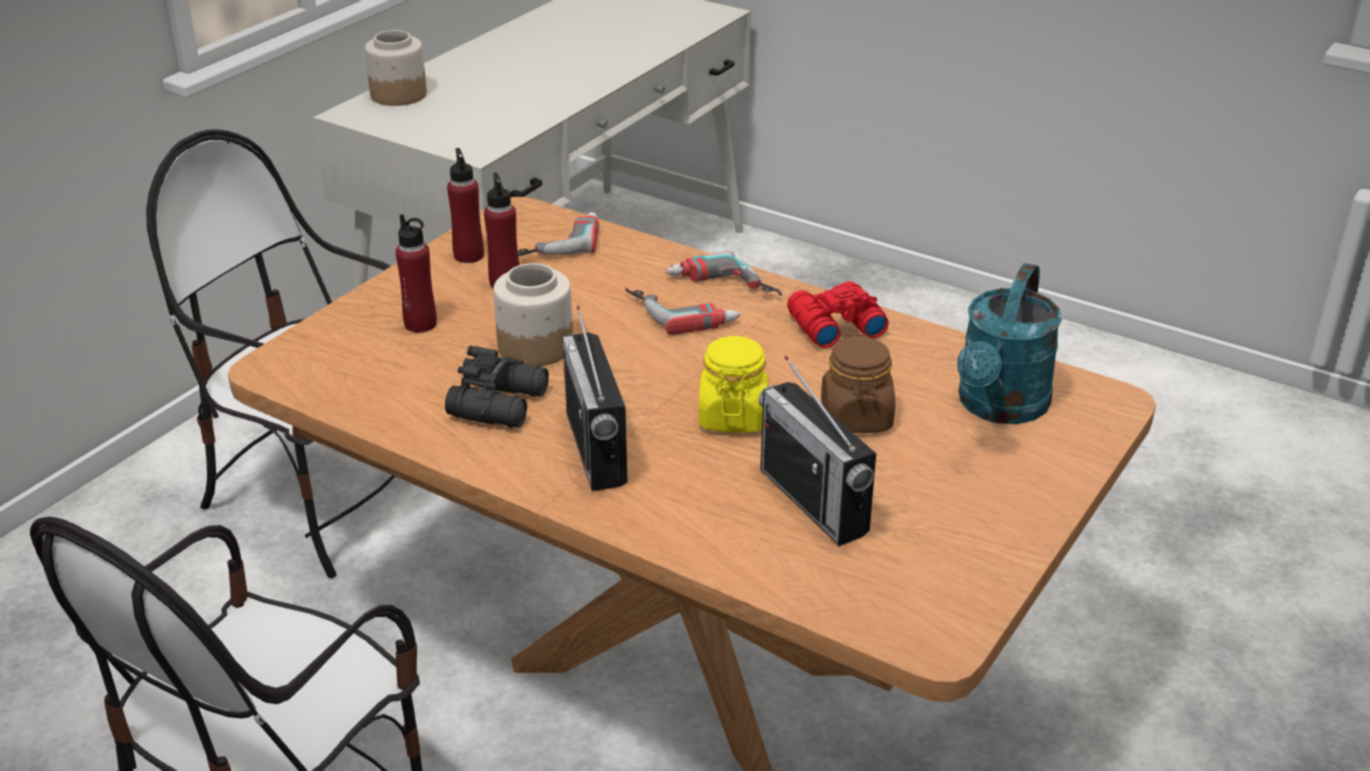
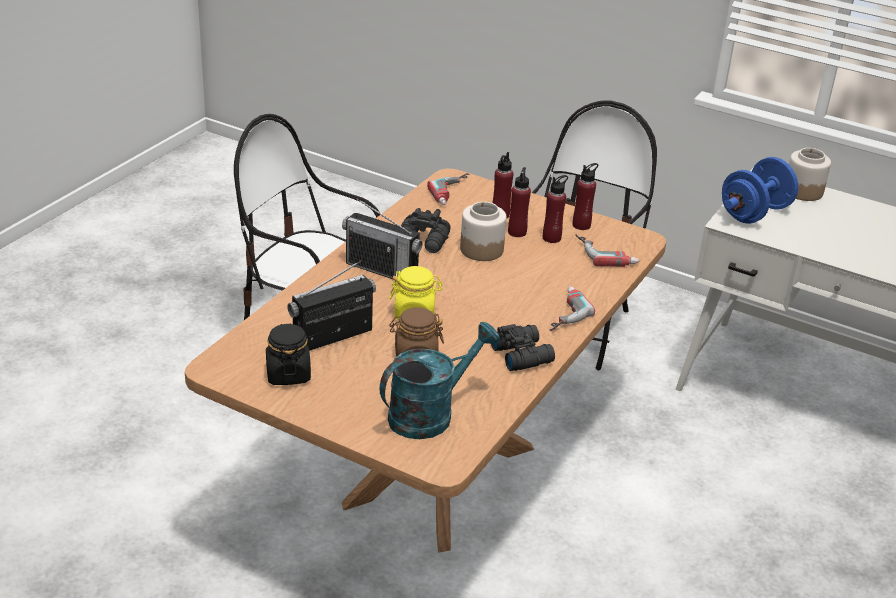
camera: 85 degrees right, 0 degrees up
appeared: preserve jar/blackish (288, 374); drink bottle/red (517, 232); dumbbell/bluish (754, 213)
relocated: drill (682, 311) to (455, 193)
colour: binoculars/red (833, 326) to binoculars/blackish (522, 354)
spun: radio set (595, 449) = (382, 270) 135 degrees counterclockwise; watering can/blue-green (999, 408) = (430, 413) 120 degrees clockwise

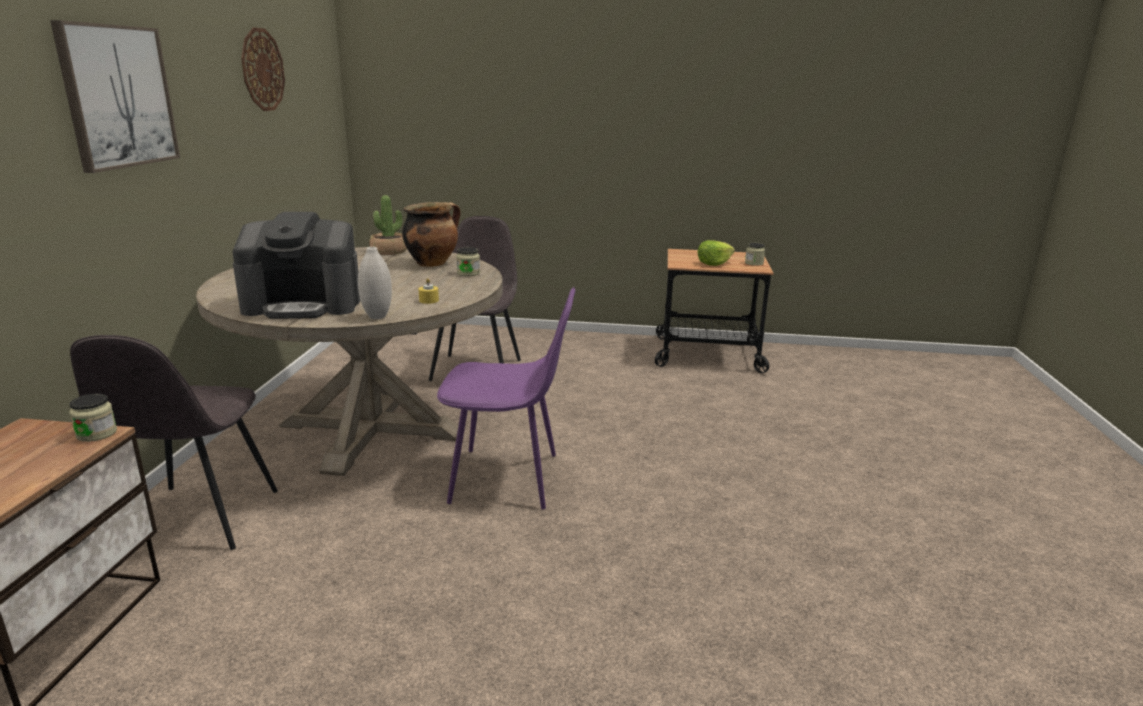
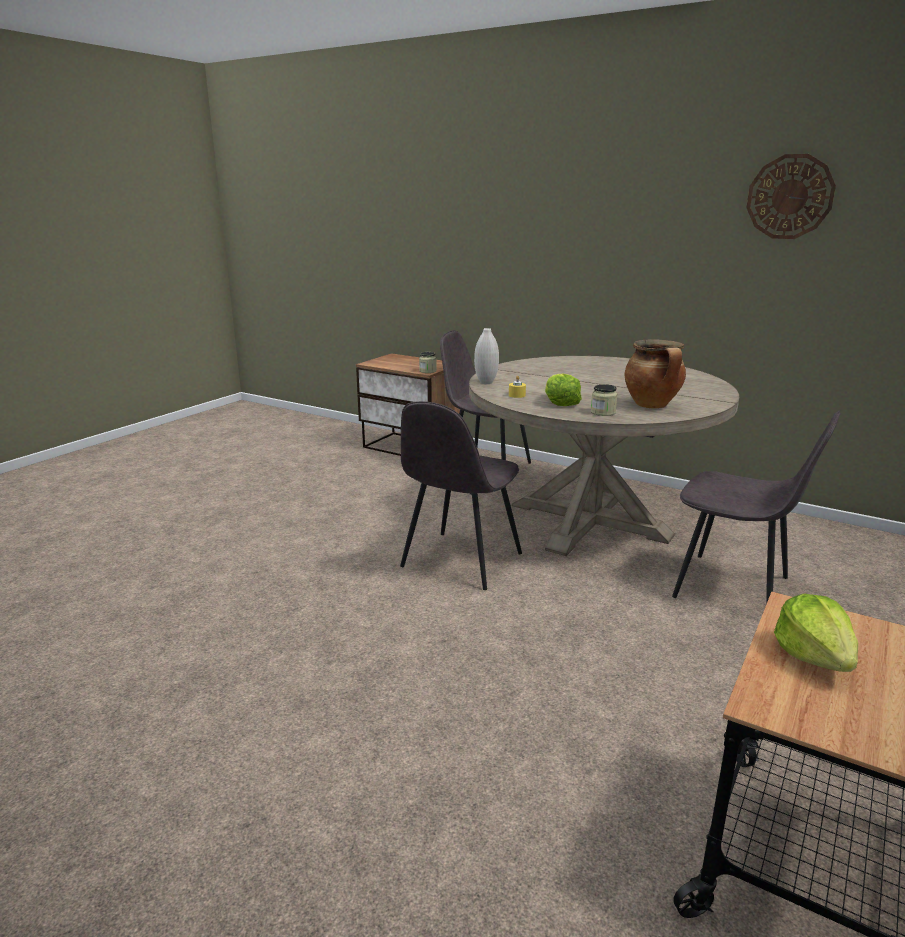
camera: 115 degrees right, 0 degrees up
missing: picture (118, 96); coffee machine (304, 304); potted plant (389, 251); preserve jar (754, 263)
appeared: lettuce head (560, 403)
colour: plain chair/purple-coloured (508, 478) to plain chair/greyish (460, 561)

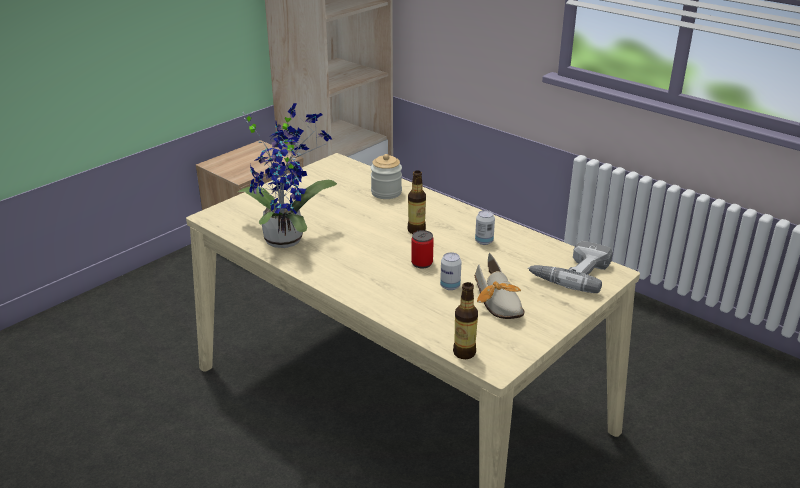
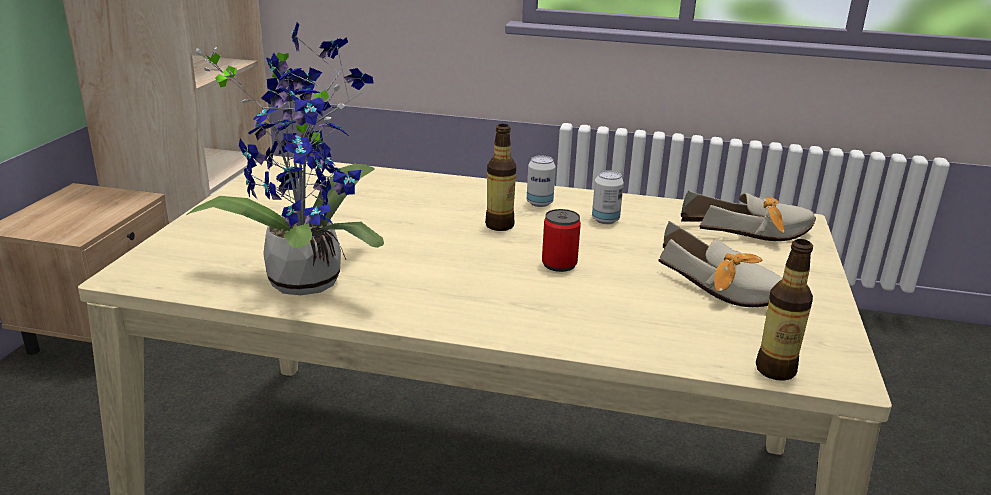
camera: 30 degrees left, 5 degrees down
missing: preserve jar (386, 192)
relocated: sealed can (450, 286) to (539, 203)
exchanged: drill (571, 273) to low shoe (755, 232)

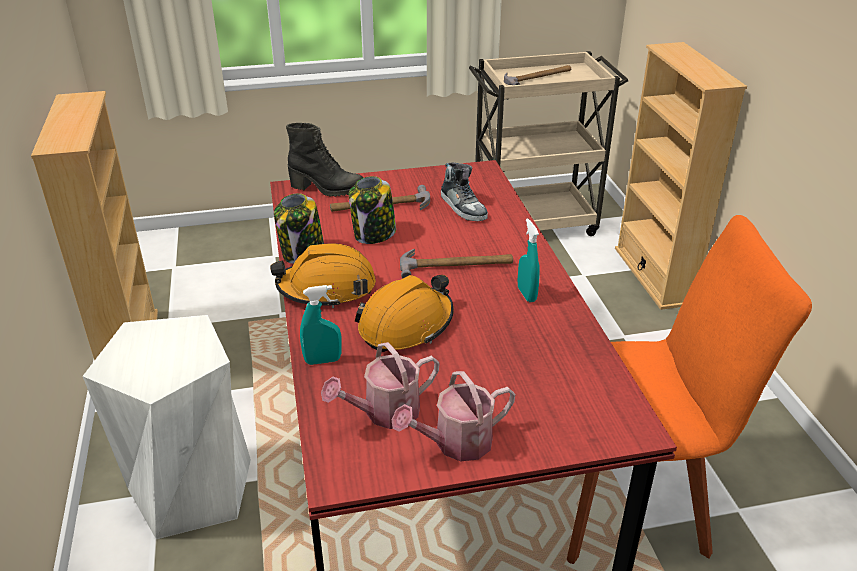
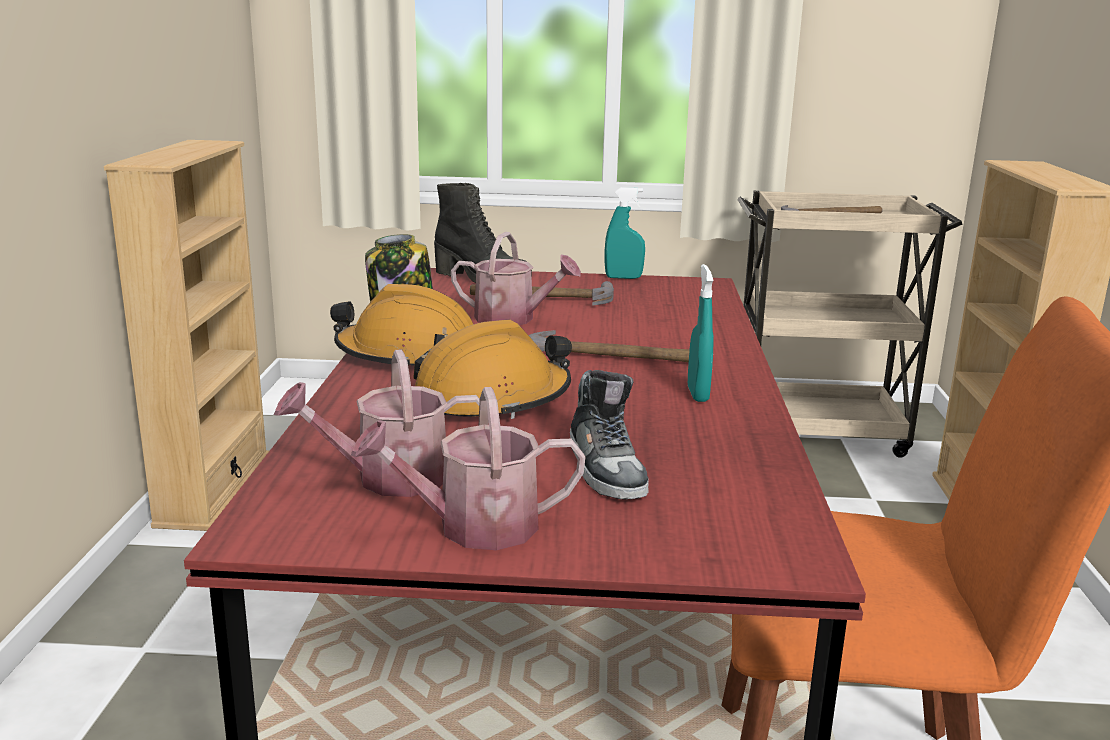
camera: 15 degrees right, 15 degrees down
missing: sitting stool/whitish (192, 489)
relocated: low shoe (463, 207) to (606, 469); hand sprayer/blue-green (323, 360) to (623, 277)
exchanged: preserve jar (374, 234) to watering can (512, 319)

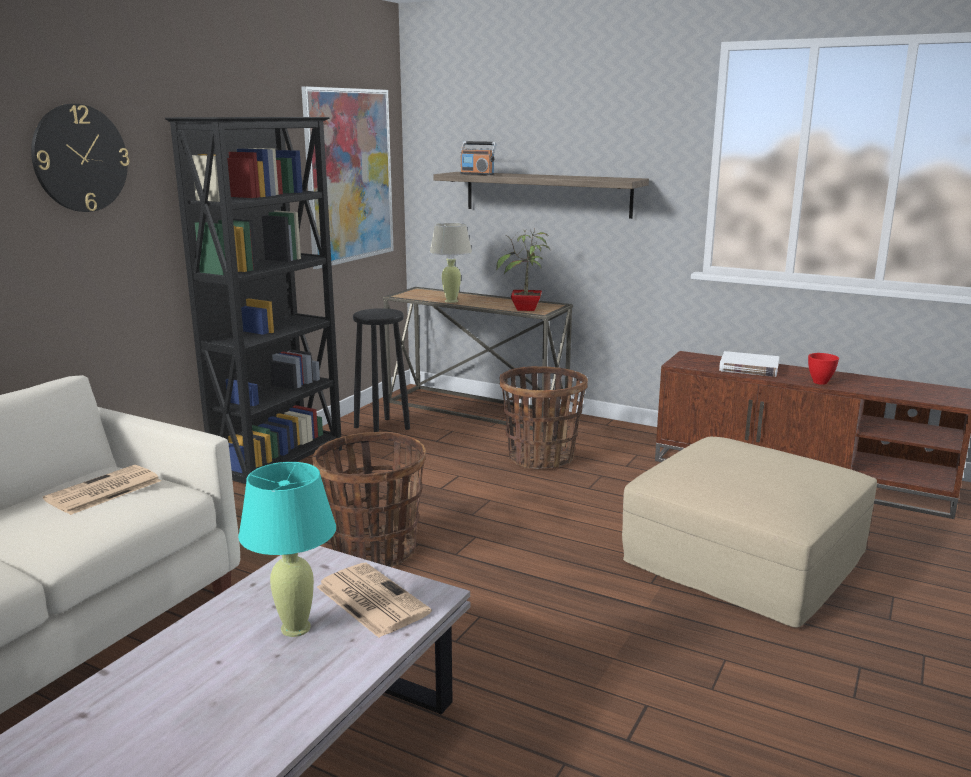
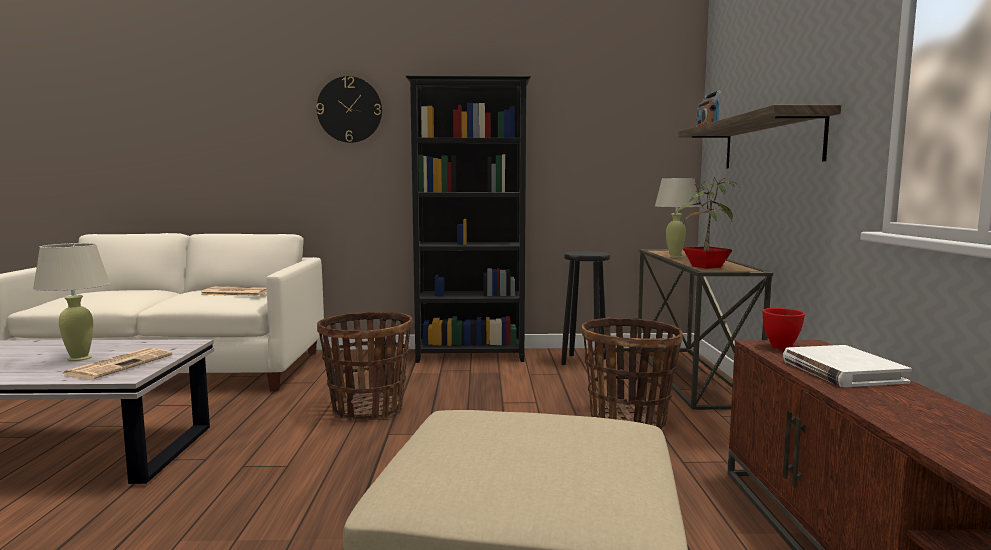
camera: 60 degrees right, 10 degrees down
missing: picture (349, 176)
relocated: deep dish/red (820, 382) to (780, 347)
colour: lamp for a table/blue-green (295, 628) to lamp for a table/sand-coloured (79, 358)

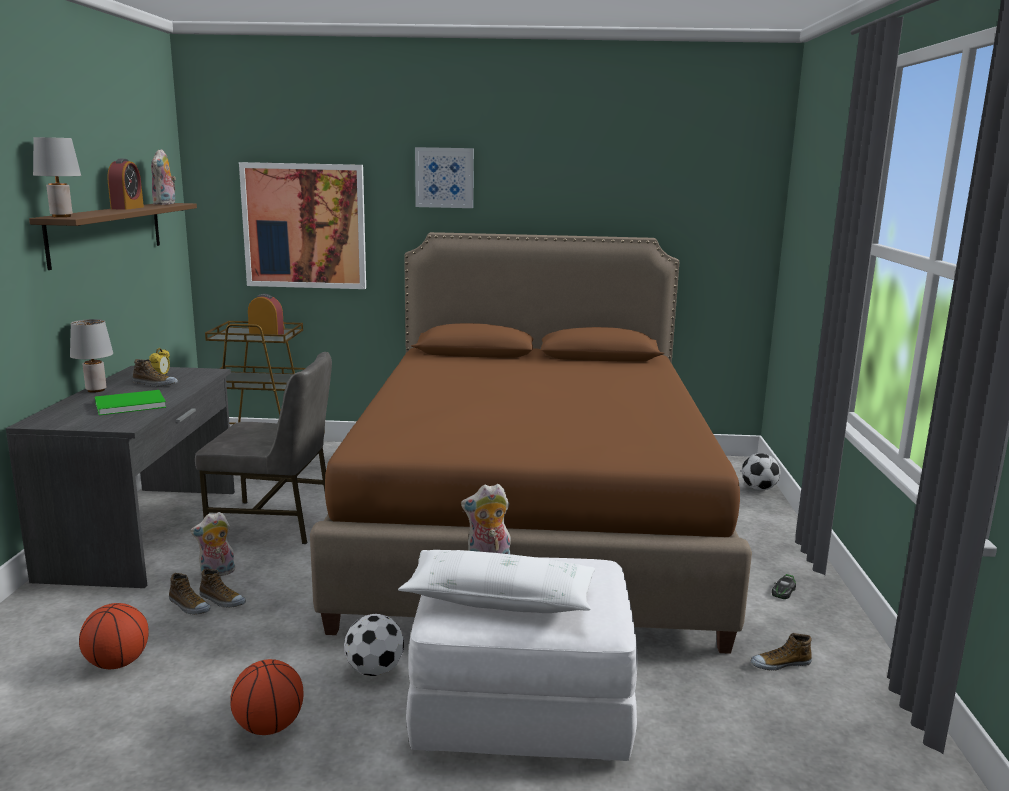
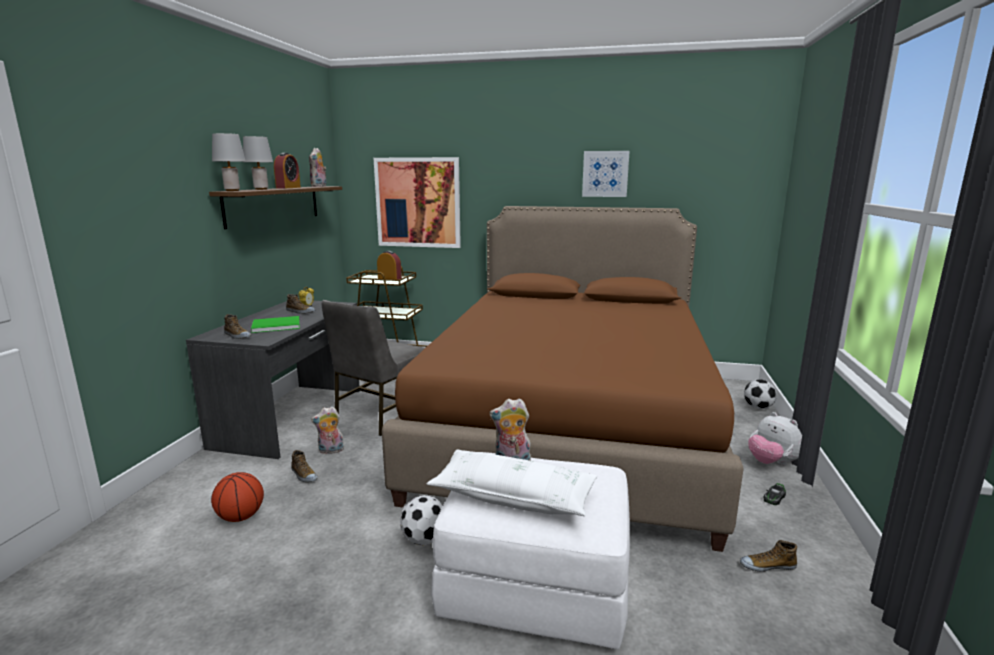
camera: 10 degrees right, 0 degrees up
missing: basketball ball (269, 726)
appeared: soft toy (772, 463)
relocated: low shoe (222, 600) to (237, 336); lamp for a table/greyish (95, 390) to (260, 189); picture (444, 177) to (605, 174)
spun: plain chair/greyish (274, 523) = (381, 415) 105 degrees clockwise

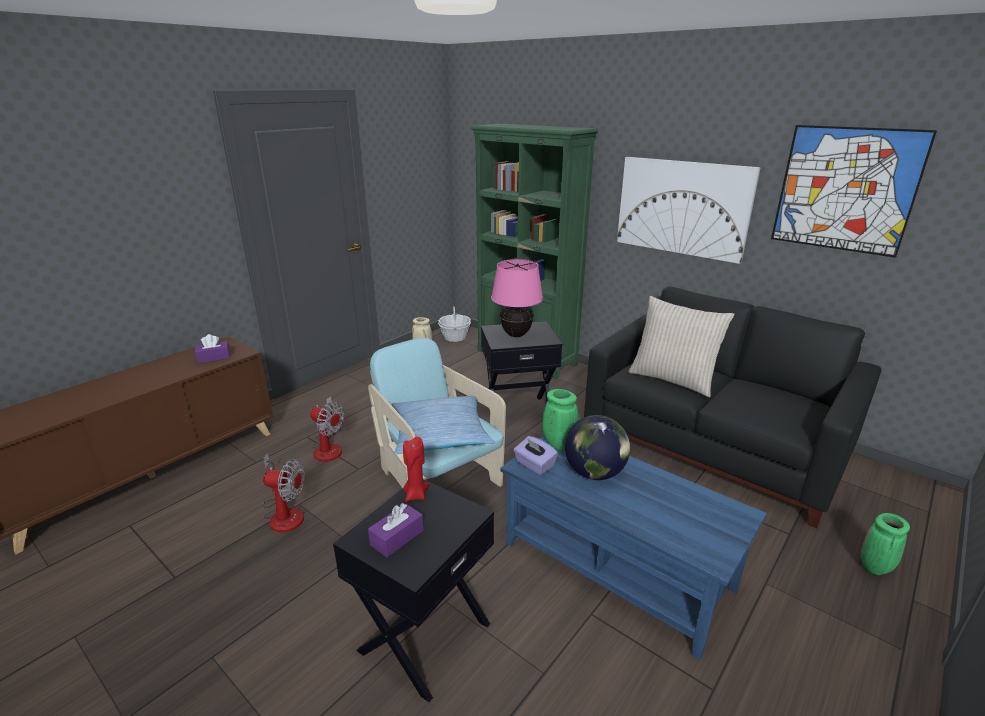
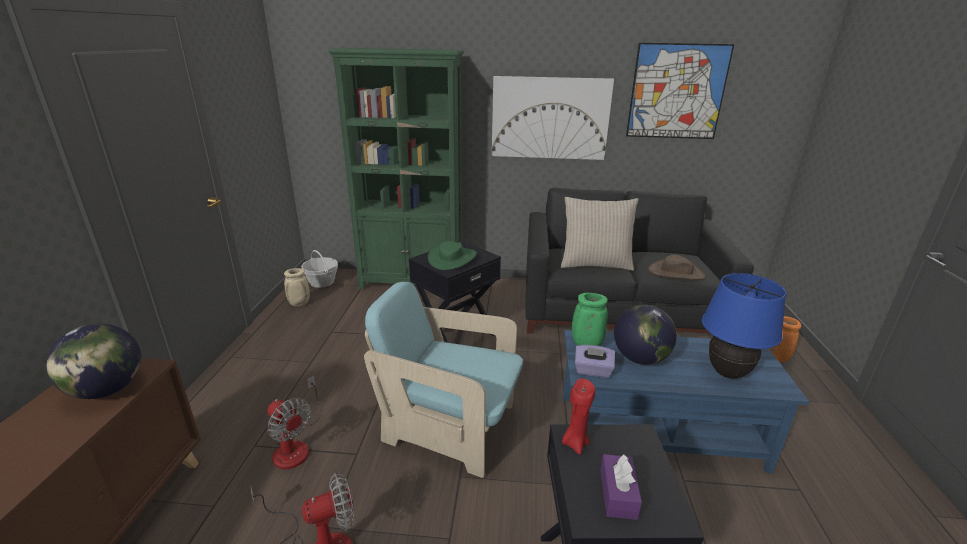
camera: 35 degrees left, 0 degrees up
missing: throw pillow (440, 434)
appeared: wearable hat/brown (676, 273); lamp for a table/bluish (727, 373)
exchanged: tissue box/purple-coloured (214, 358) to globe (107, 390); lamp for a table/pink (516, 335) to wearable hat/green-coloured (452, 258)
colour: decorative vase/green-coloured (875, 568) to decorative vase/orange (778, 358)
spun: cooling fan (329, 447) = (296, 445) 45 degrees clockwise

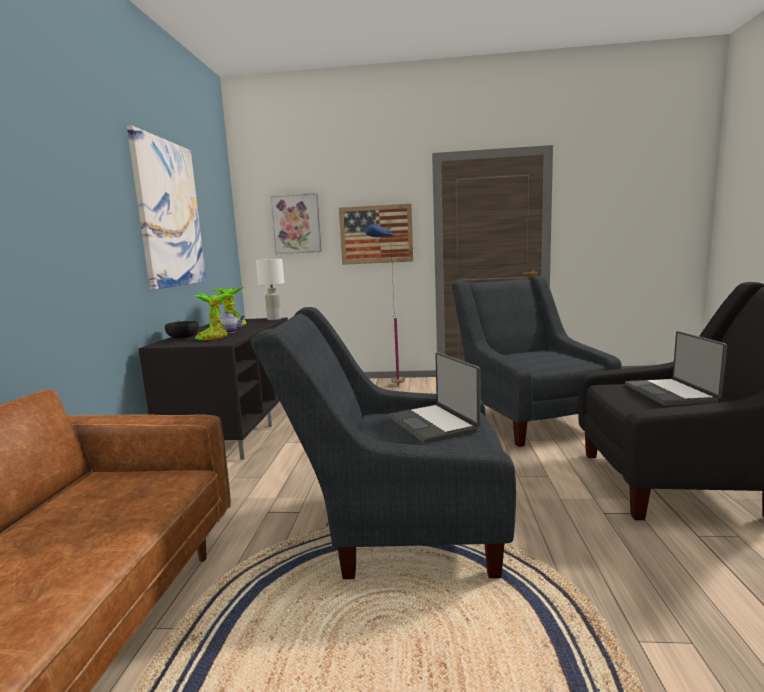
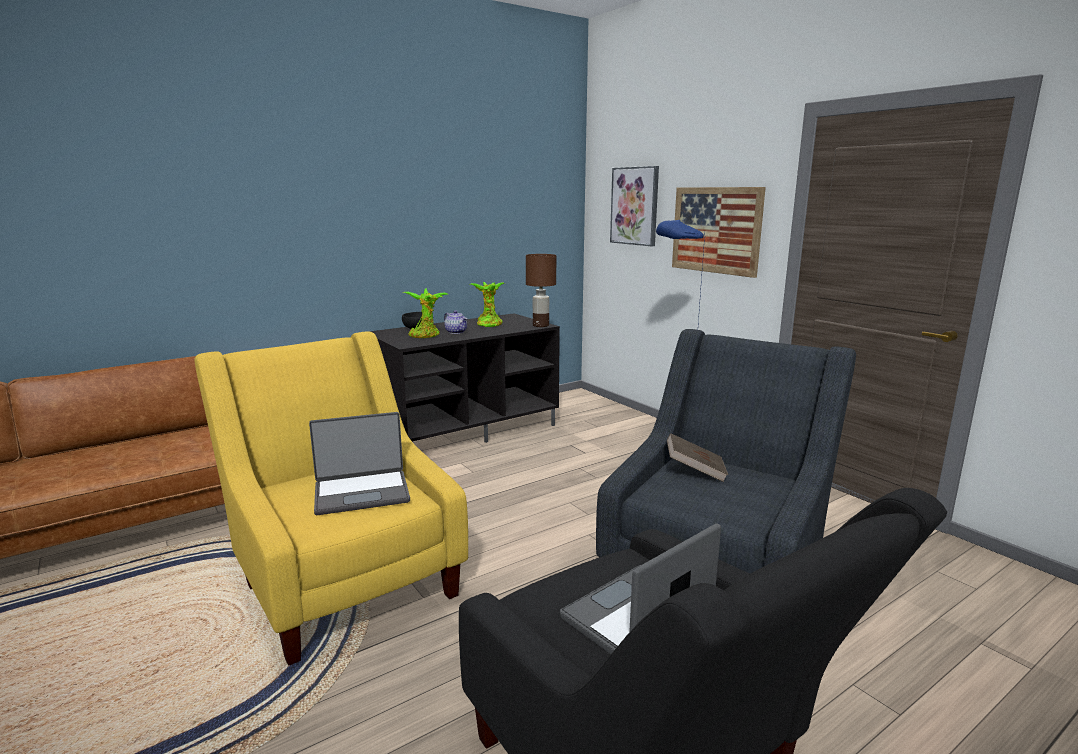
camera: 50 degrees right, 5 degrees up
missing: picture (169, 214)
appeared: book/brown (695, 471)
colour: easy chair/greyish (395, 528) to easy chair/yellow (343, 578); lamp for a table/whitish (274, 319) to lamp for a table/brown (541, 325)
spun: laptop (434, 424) = (362, 493) 135 degrees counterclockwise

